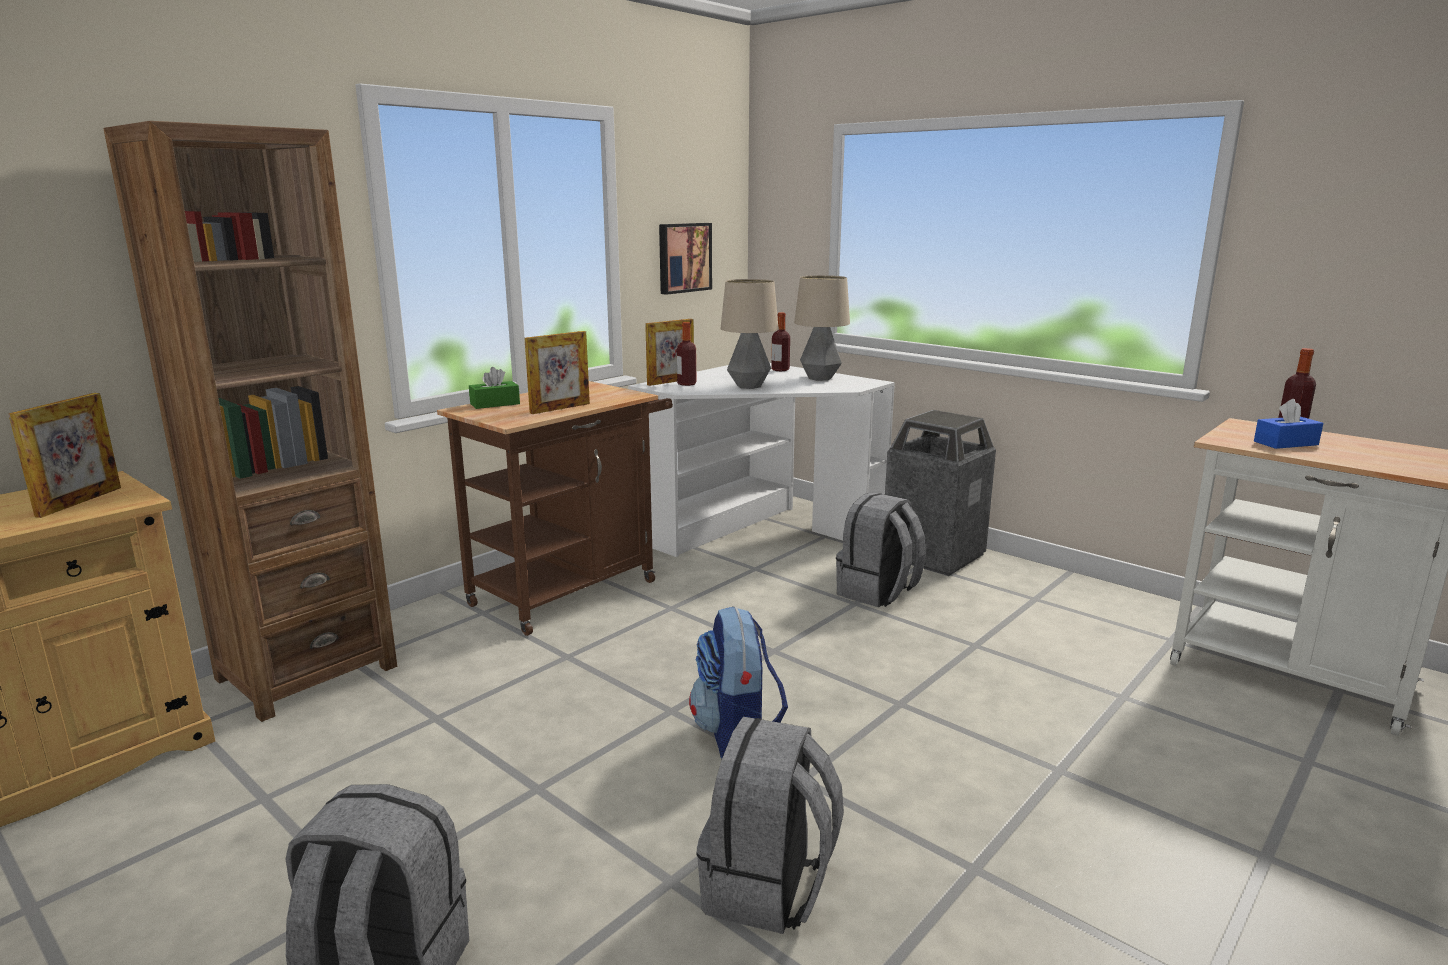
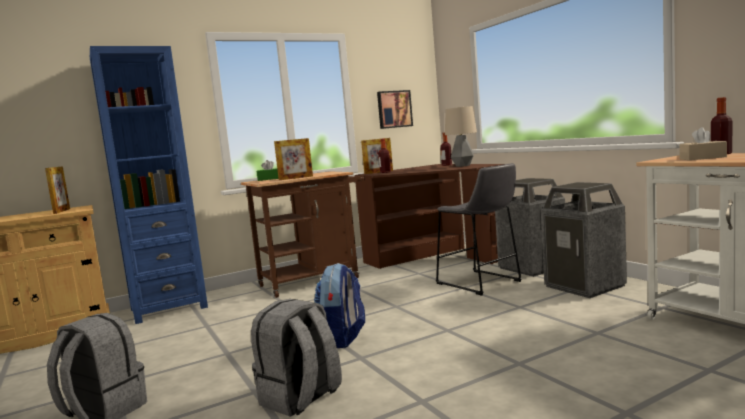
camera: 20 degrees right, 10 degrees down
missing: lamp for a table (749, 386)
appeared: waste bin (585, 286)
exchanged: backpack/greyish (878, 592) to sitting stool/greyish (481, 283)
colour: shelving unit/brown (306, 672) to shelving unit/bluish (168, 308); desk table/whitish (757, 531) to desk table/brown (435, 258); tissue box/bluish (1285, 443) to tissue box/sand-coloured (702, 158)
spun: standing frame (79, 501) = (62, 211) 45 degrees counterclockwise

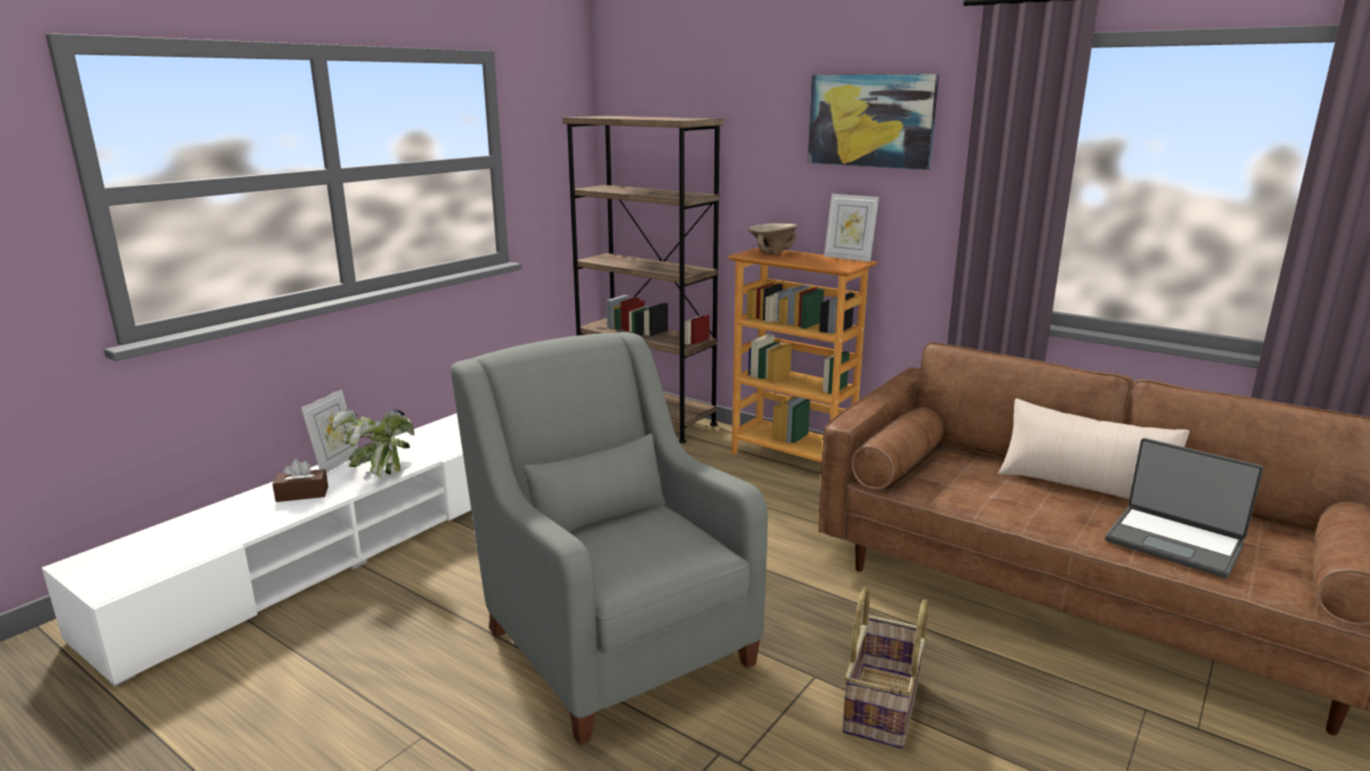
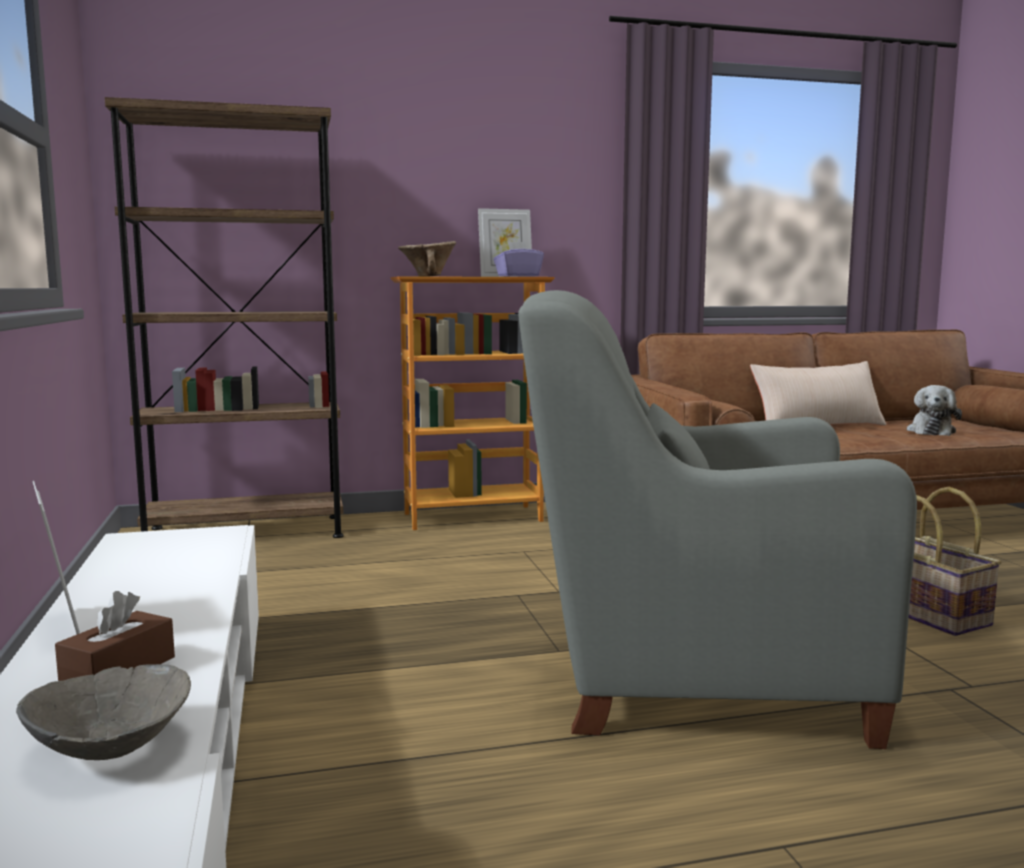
camera: 50 degrees left, 10 degrees down
missing: potted plant (381, 471); picture (871, 121)
appeared: deep dish/greyish (108, 748); tissue box/purple-coloured (518, 276)
exchanged: laptop (1174, 542) to soft toy (931, 431)

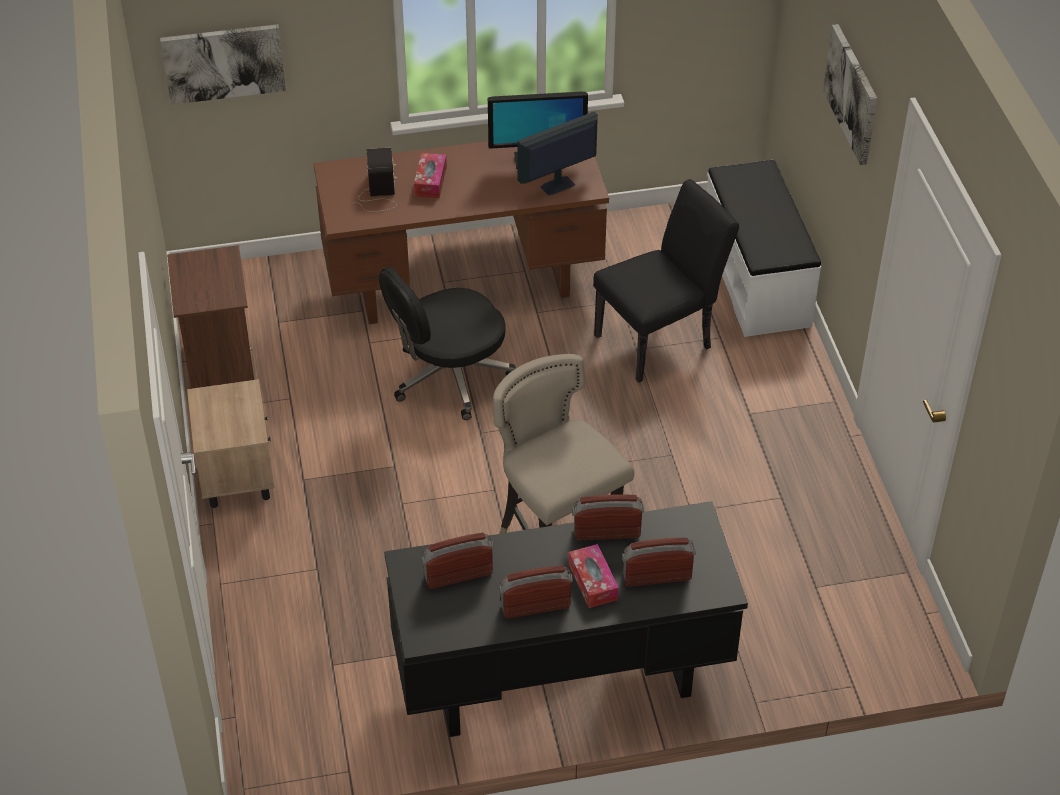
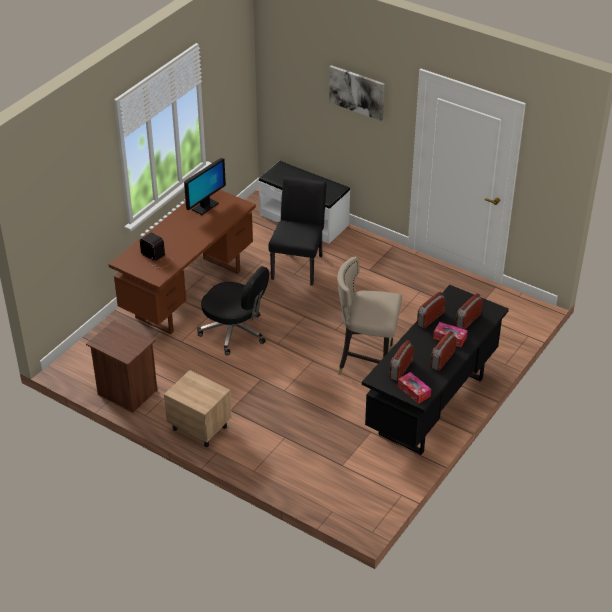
camera: 45 degrees left, 5 degrees down
missing: picture (223, 62); computer display (557, 186)
relocated: tissue box (430, 181) to (414, 391)
spun: office chair/blackish (449, 377) = (235, 332) 75 degrees counterclockwise

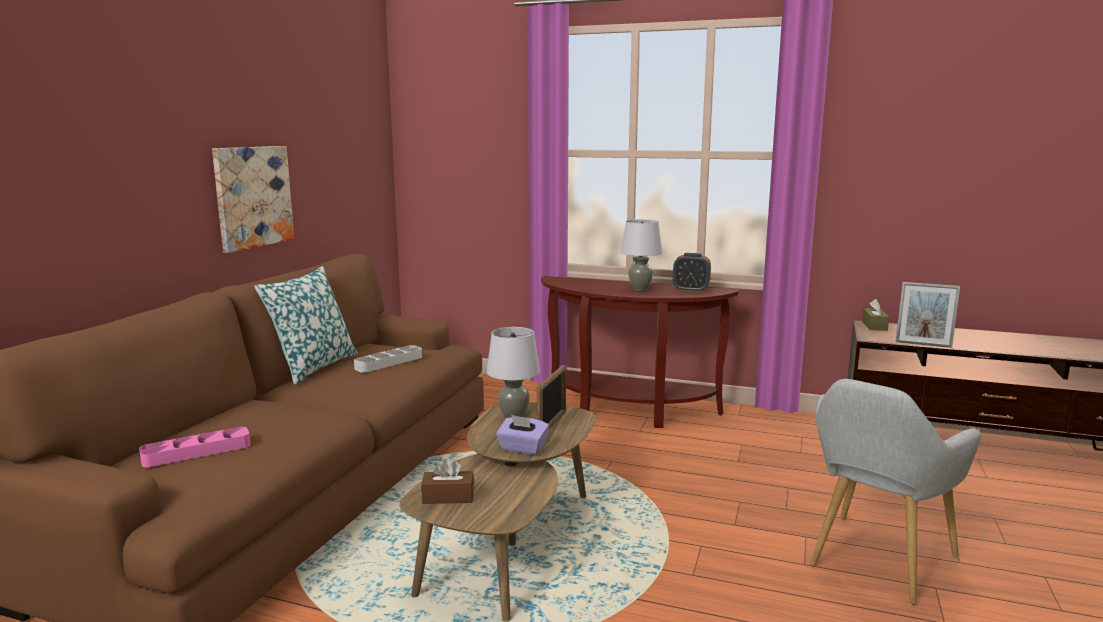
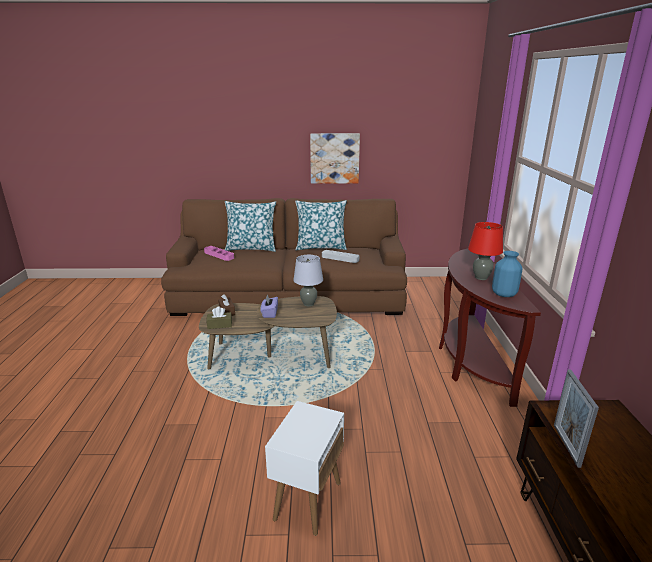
camera: 70 degrees right, 10 degrees up
missing: standing frame (552, 425)
appeared: throw pillow (251, 248)
relocated: tissue box/brown (874, 326) to (219, 325)
exchanged: easy chair/greyish (875, 564) to accent table/whitish (308, 500); alarm clock (691, 290) to decorative vase/bluish (504, 294)
colour: lamp for a table/greyish (640, 289) to lamp for a table/red (481, 278)

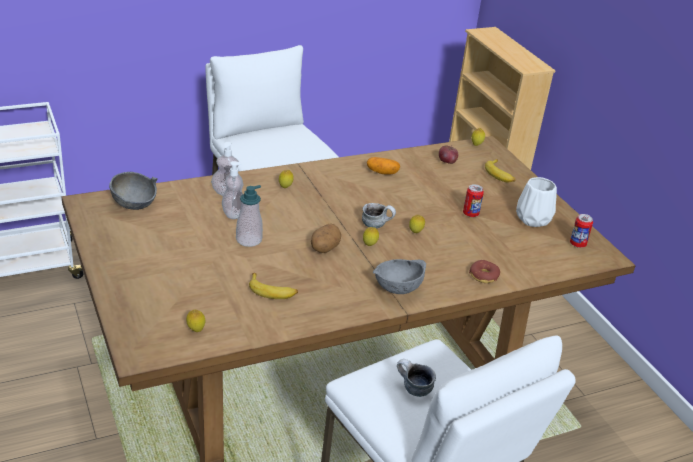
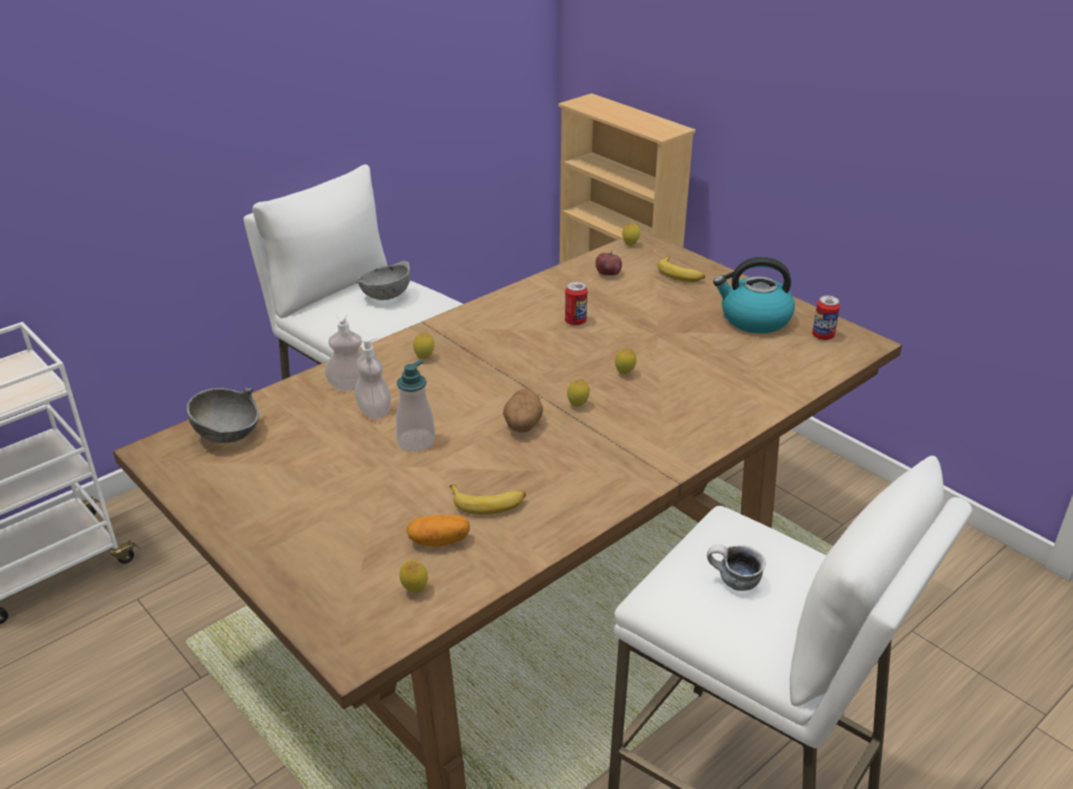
camera: 15 degrees left, 0 degrees up
missing: mug (377, 225); donut (484, 276)
relocated: deep dish/greyish (397, 288) to (385, 296); whole potato (382, 172) to (439, 541); sealed can (470, 214) to (575, 322)
exchanged: decorative vase/whitish (534, 219) to water kettle (754, 319)

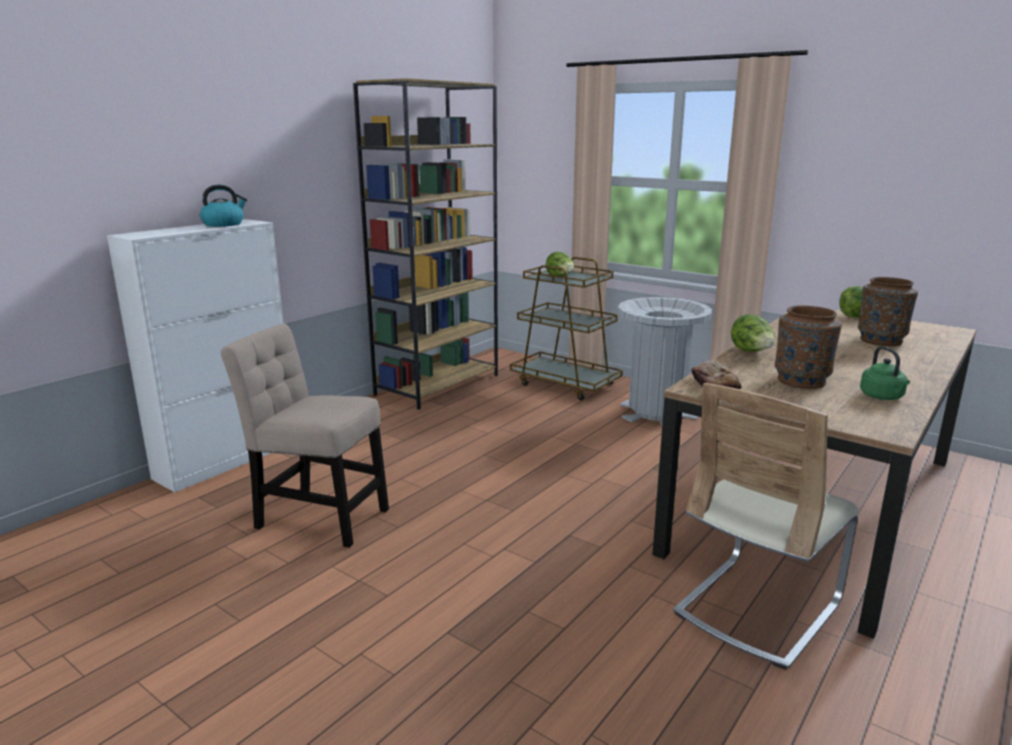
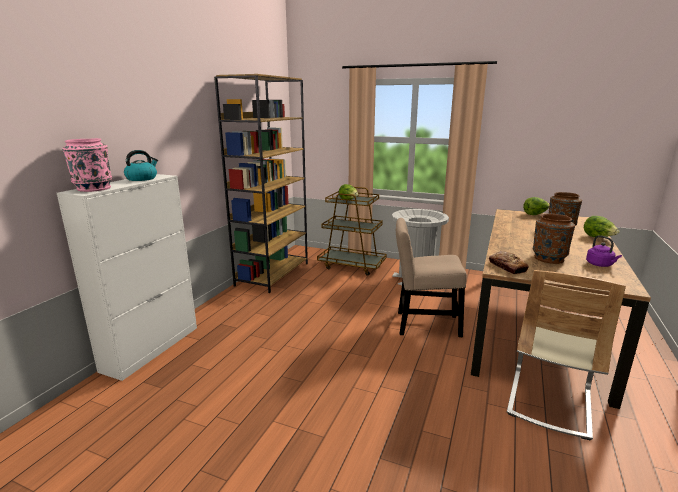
camera: 15 degrees left, 0 degrees up
appeared: decorative vase/pink (93, 188)
relocated: plain chair/sand-coloured (317, 516) to (424, 324); lettuce head (751, 352) to (598, 237)
colour: water kettle/green-coloured (883, 397) to water kettle/purple-coloured (600, 265)

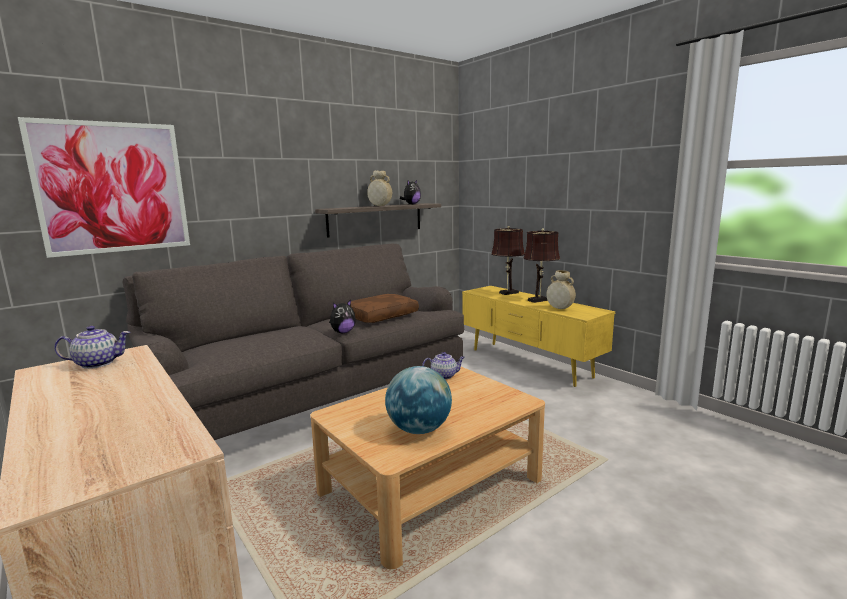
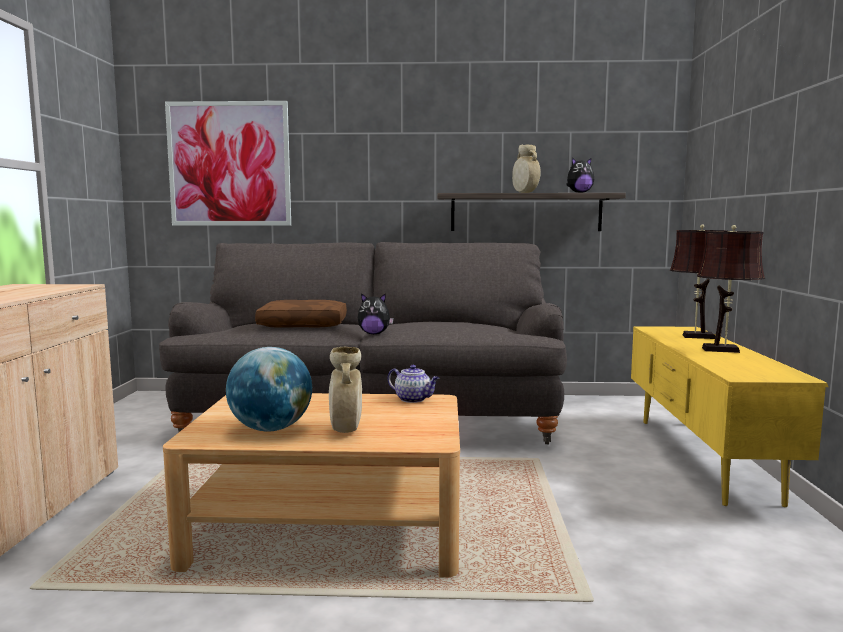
camera: 40 degrees right, 5 degrees down
missing: tea pot (97, 363)
relocated: throw pillow/brown (380, 316) to (304, 324); decorative vase/sand-coloured (559, 308) to (346, 430)

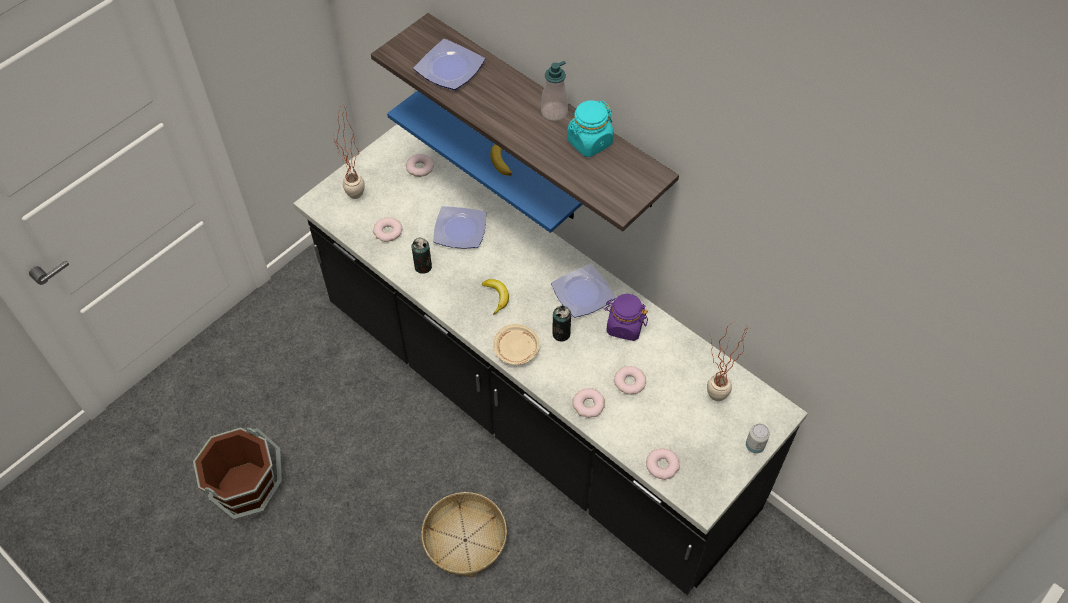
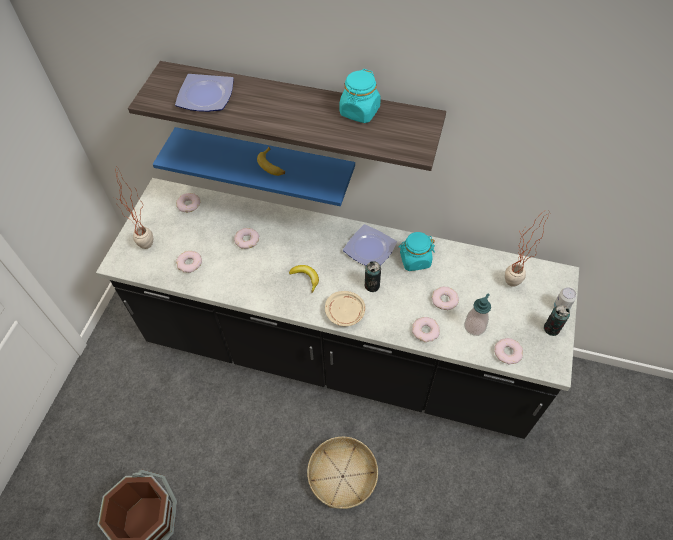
camera: 25 degrees left, 0 degrees up
relocated: liquid soap bottle (554, 112) to (474, 326); sealed can (423, 266) to (551, 329)
exchanged: dinner plate (459, 230) to donut (247, 240)
colour: preserve jar/purple-coloured (624, 326) to preserve jar/blue-green (415, 260)

